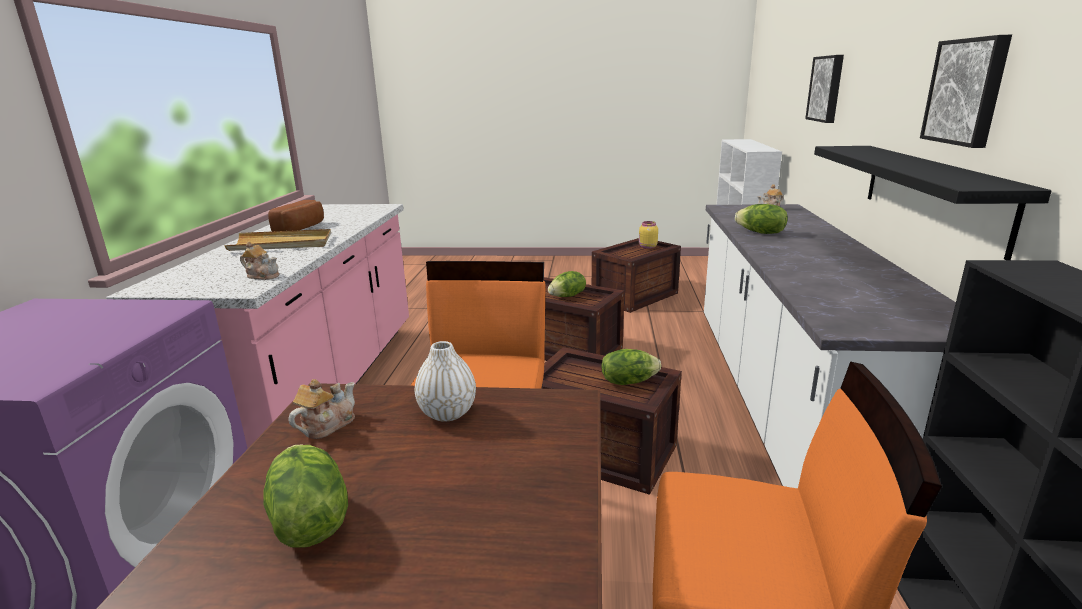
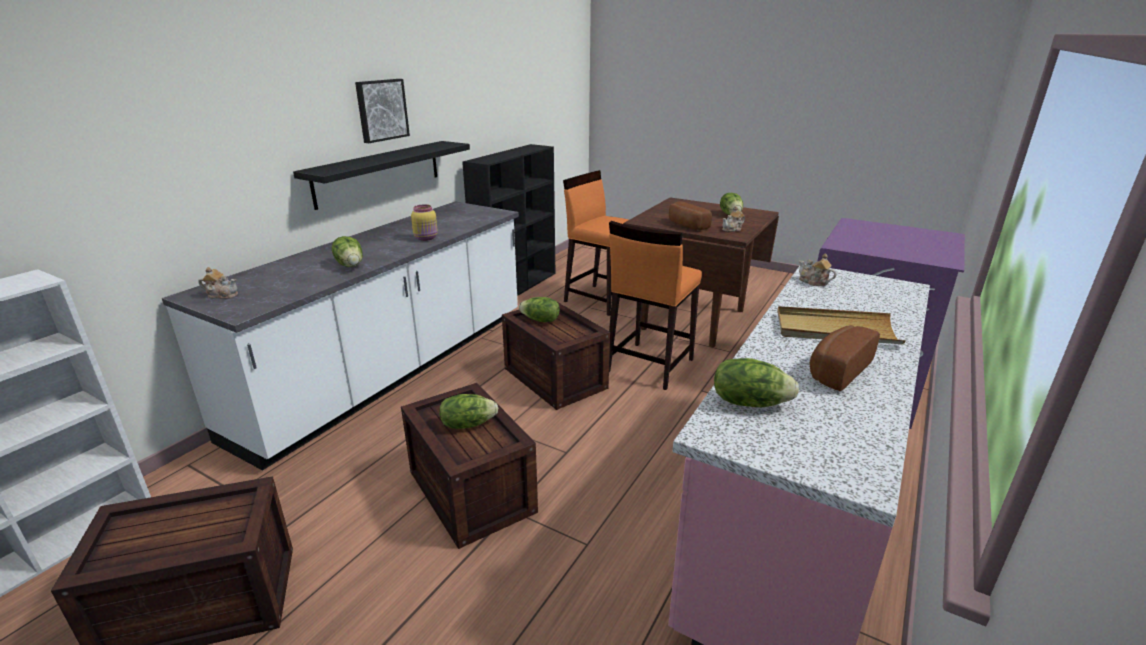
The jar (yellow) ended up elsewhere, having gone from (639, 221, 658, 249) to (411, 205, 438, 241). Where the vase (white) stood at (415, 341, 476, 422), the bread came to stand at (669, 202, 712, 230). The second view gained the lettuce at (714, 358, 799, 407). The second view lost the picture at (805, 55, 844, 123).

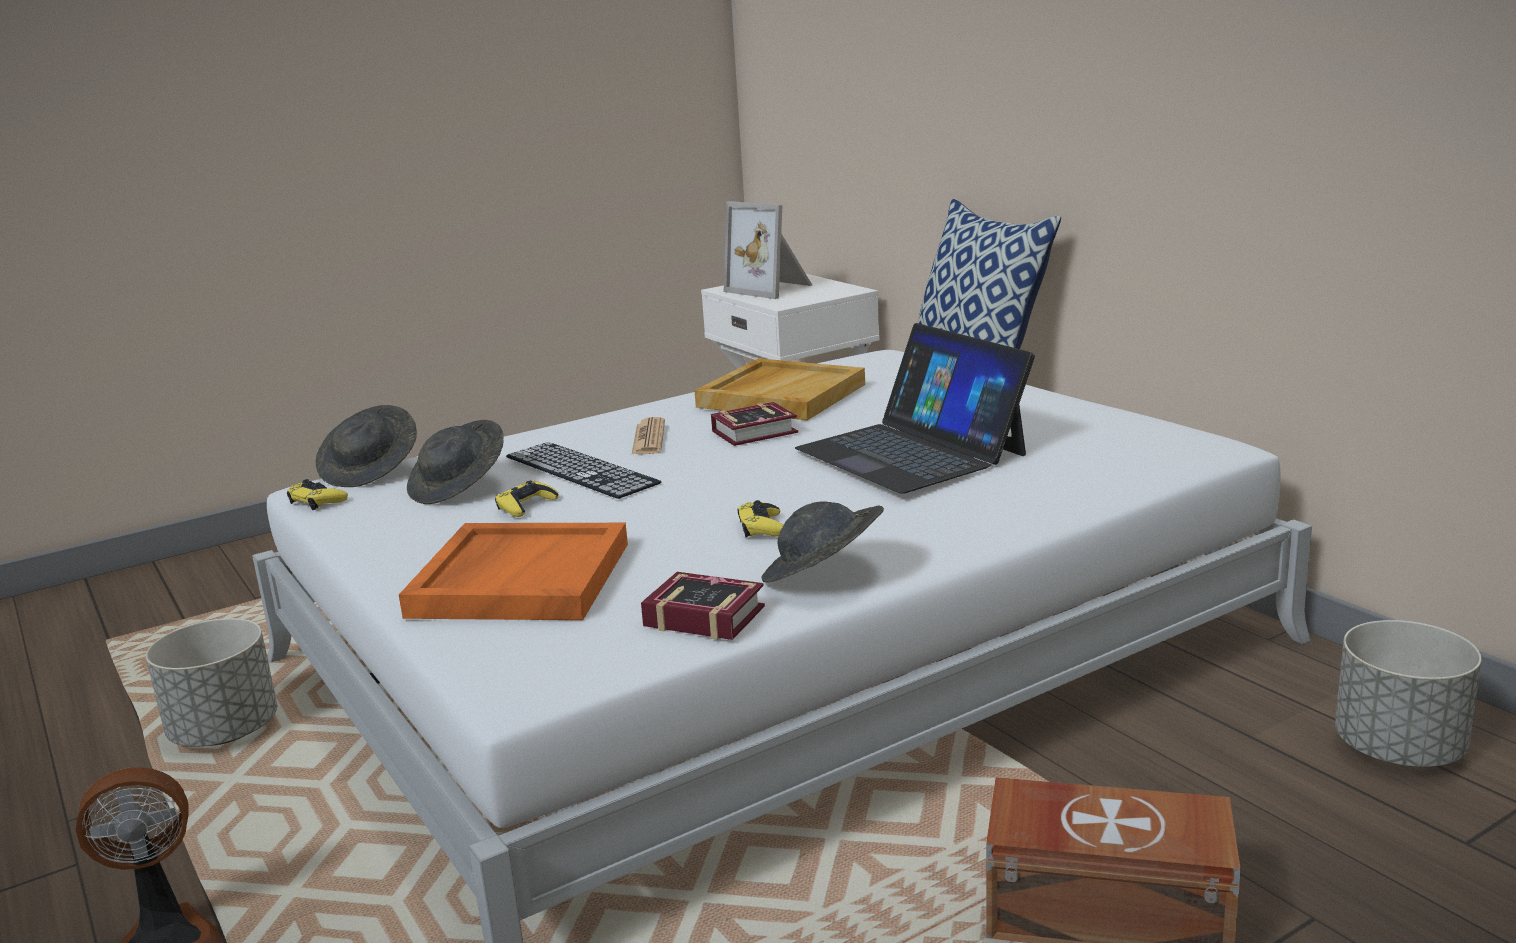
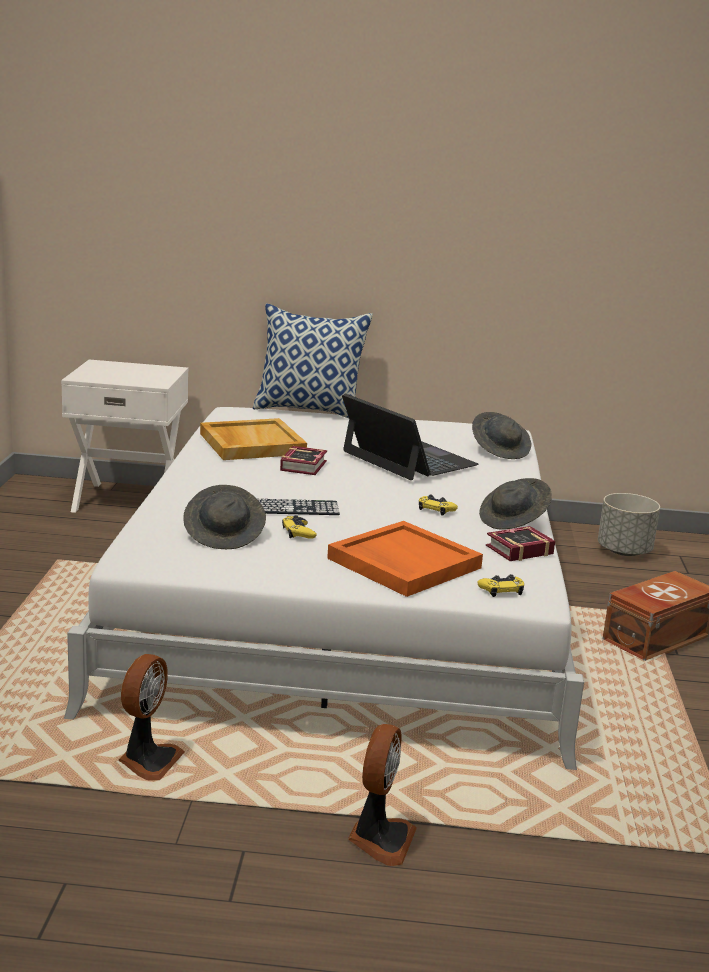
Where the planter (grey) stood at (146, 618, 277, 747), the fan came to stand at (118, 654, 185, 781). The laptop at (795, 323, 1035, 494) ended up facing another way, 135 degrees counterclockwise from before. The hat (grey) ended up elsewhere, having gone from (316, 405, 417, 487) to (472, 412, 531, 459). The game controller (yellow) ended up elsewhere, having gone from (287, 479, 348, 510) to (478, 574, 524, 597). The second view lost the newspaper at (632, 417, 665, 454). The second view lost the picture frame at (724, 201, 812, 299).

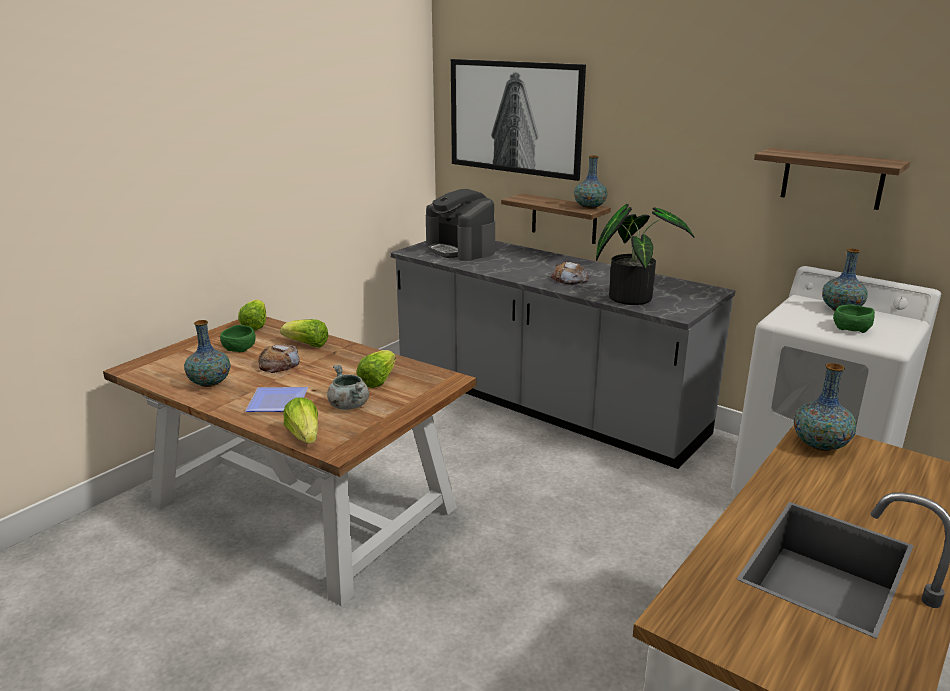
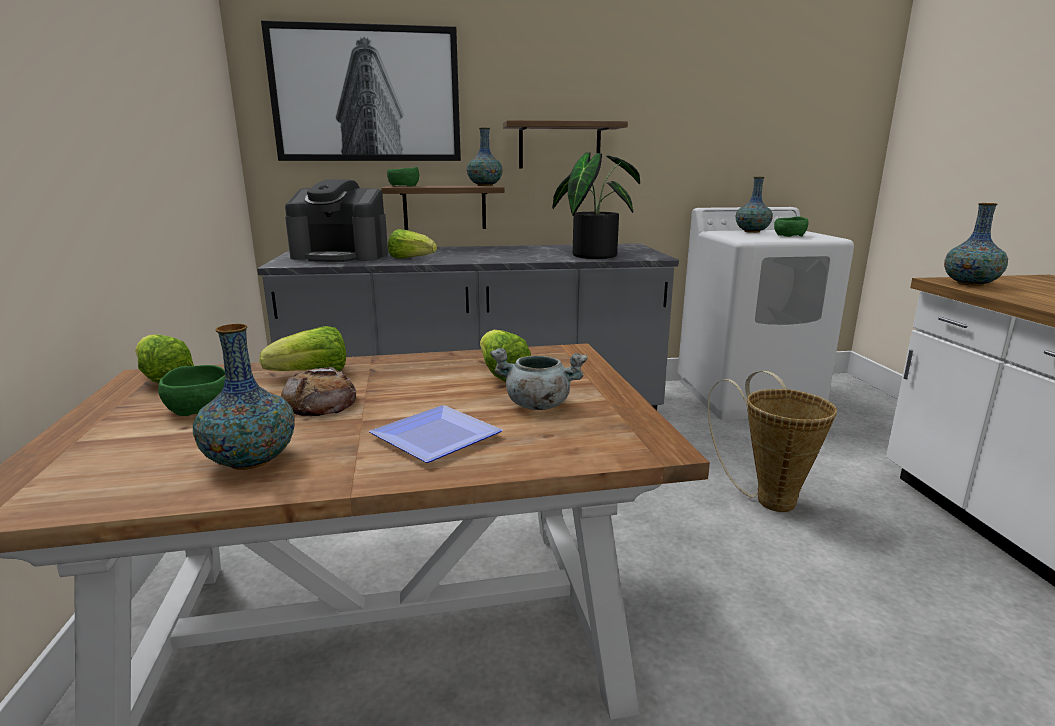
The second view gained the bowl (green) at (387, 167, 419, 187). The lettuce ended up elsewhere, having gone from (283, 398, 318, 444) to (388, 229, 437, 259). The shelf ended up elsewhere, having gone from (754, 148, 910, 210) to (503, 120, 628, 169). The second view gained the basket at (708, 371, 837, 512). The second view lost the bread at (551, 261, 589, 285).

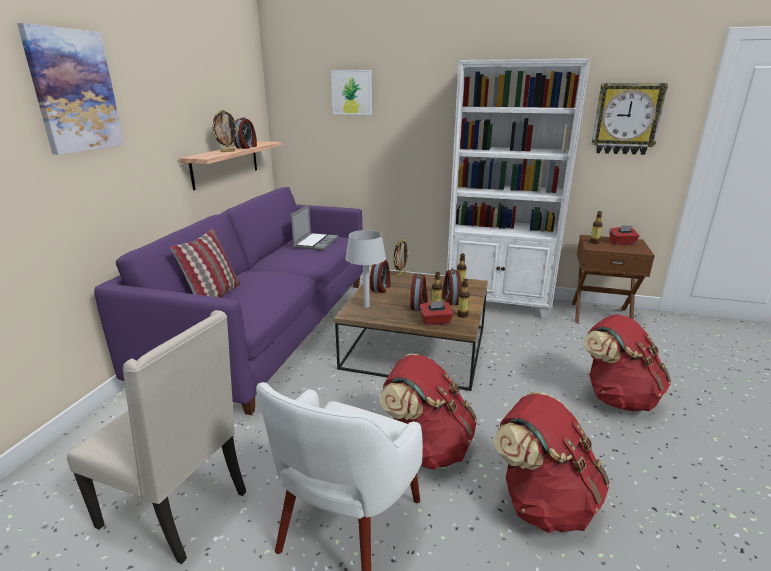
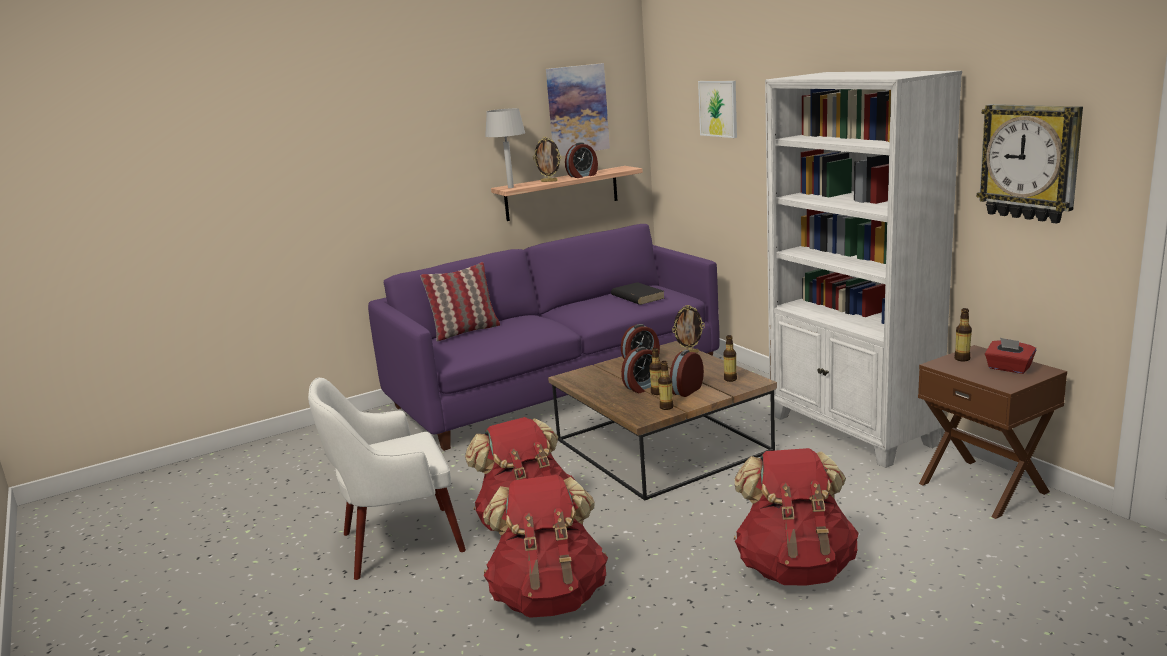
The table lamp (grey) ended up elsewhere, having gone from (345, 230, 386, 308) to (485, 108, 525, 188). The picture ended up elsewhere, having gone from (17, 23, 124, 155) to (546, 63, 610, 156). Where the laptop stood at (291, 204, 338, 250), the book (black) came to stand at (611, 282, 665, 305). The second view lost the chair (beige) at (67, 310, 246, 564). The second view lost the tissue box (red) at (419, 301, 453, 325).

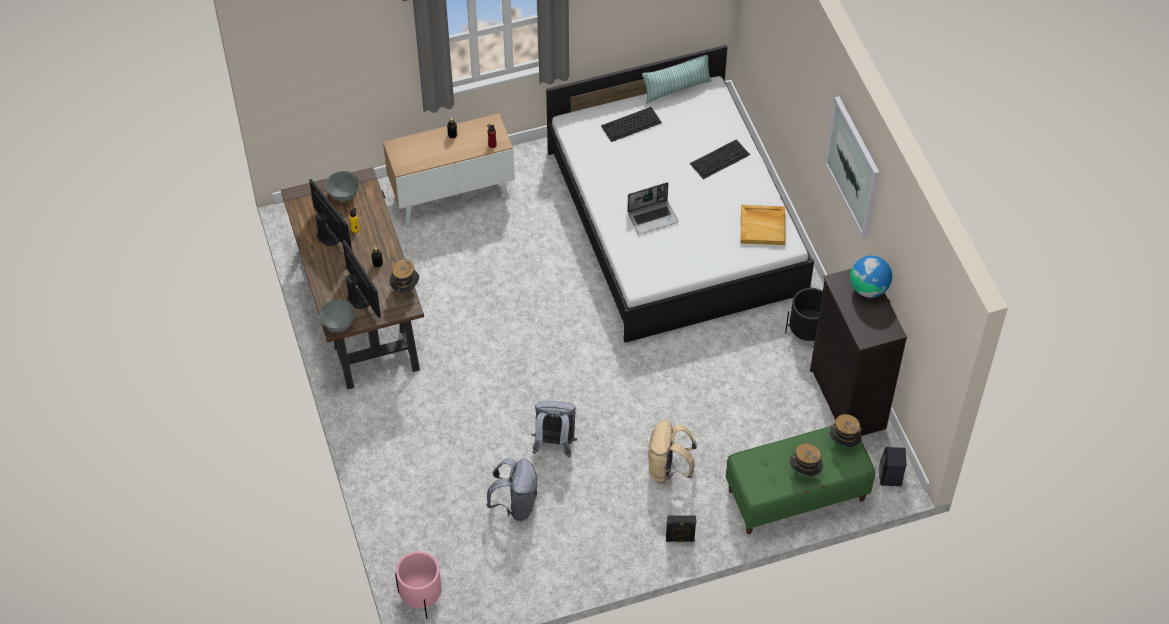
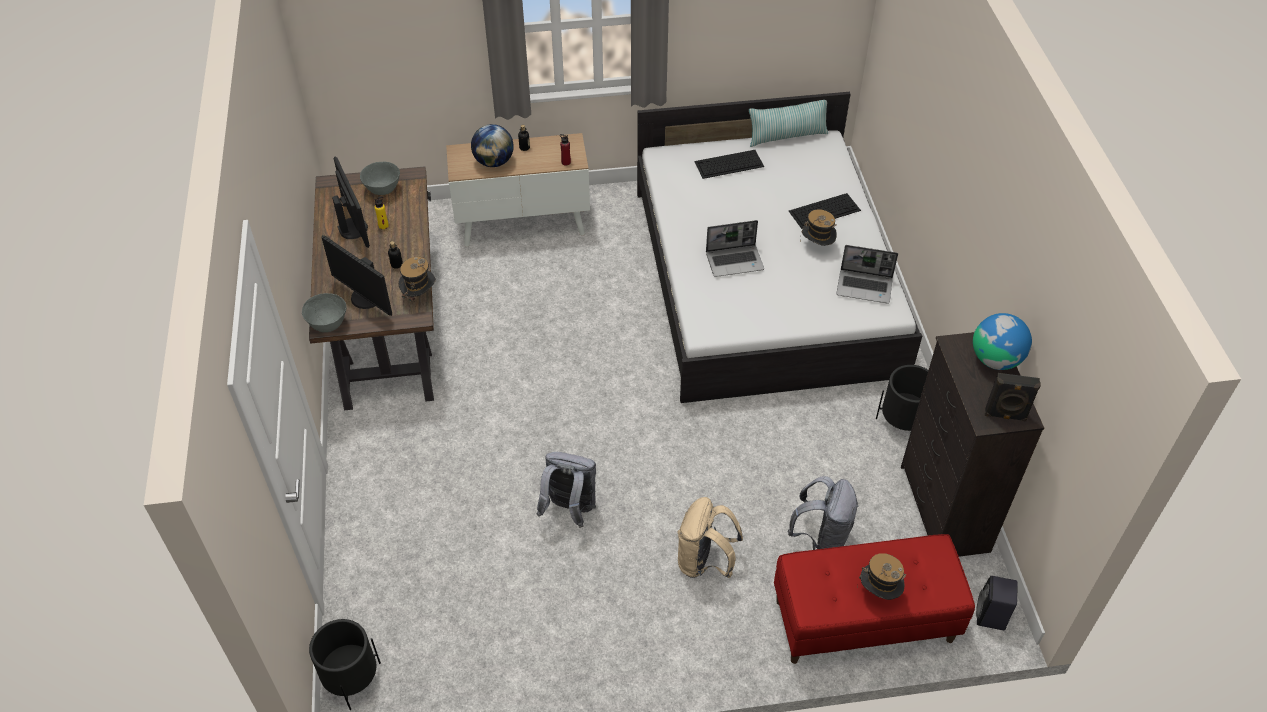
What was the planter (pink) at (395, 551, 442, 619) turned into the planter (black) at (309, 619, 381, 710). The monitor at (342, 240, 381, 318) ended up facing another way, 150 degrees clockwise from before. The second view gained the globe at (471, 124, 514, 167). What was the bench (green) at (726, 426, 875, 534) turned into the bench (red) at (774, 534, 975, 664). The backpack (grey) ended up elsewhere, having gone from (486, 458, 538, 521) to (788, 476, 859, 550). The hat ended up elsewhere, having gone from (829, 414, 862, 447) to (801, 209, 837, 246). Where the tray (beige) stood at (741, 205, 786, 245), the laptop came to stand at (836, 245, 898, 304). The speaker (black) ended up elsewhere, having gone from (666, 516, 696, 542) to (985, 373, 1041, 421). The second view lost the picture at (825, 96, 879, 238).

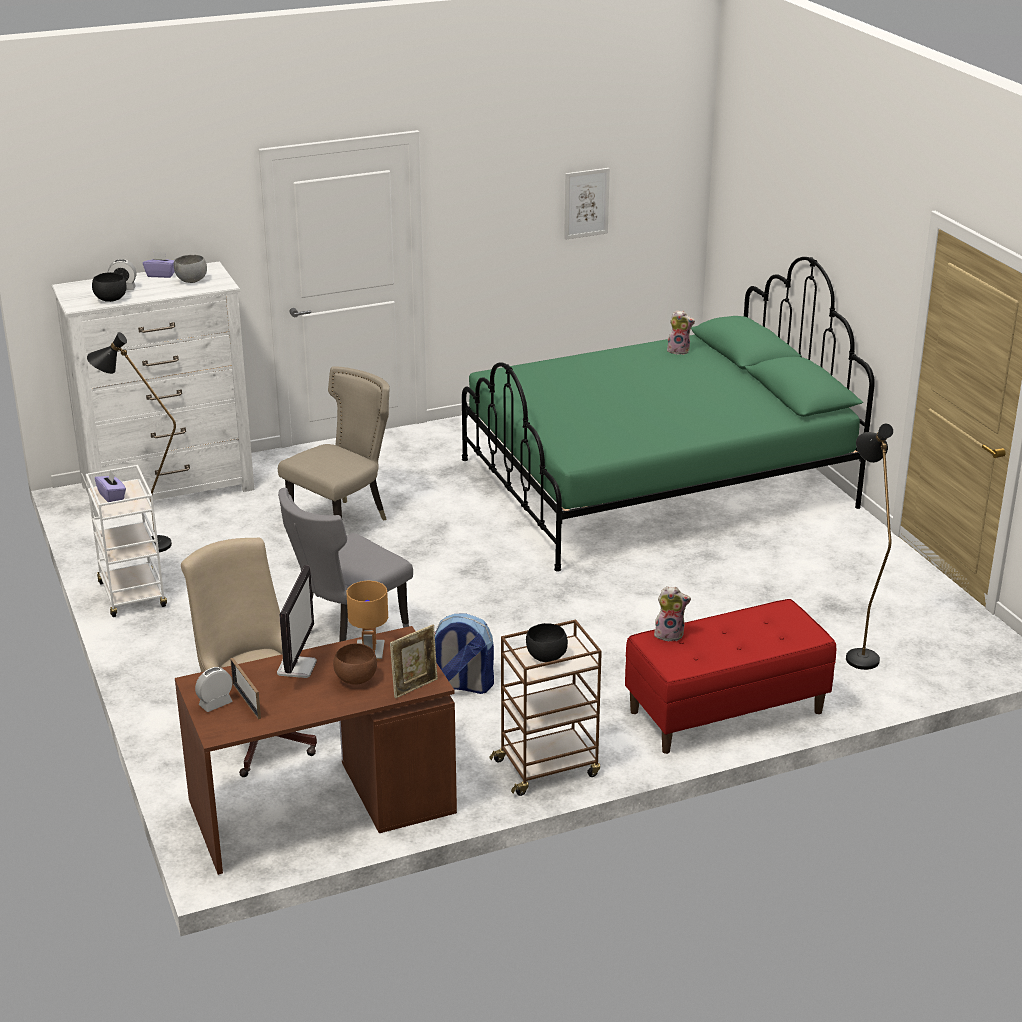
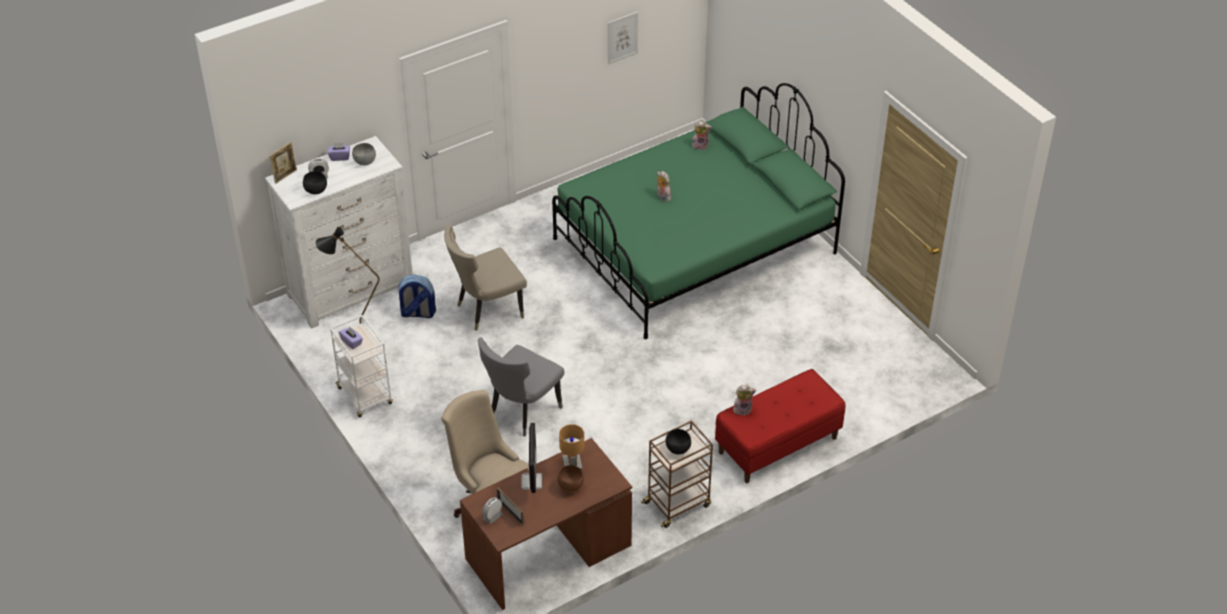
The picture frame ended up elsewhere, having gone from (390, 625, 438, 699) to (269, 142, 297, 184). The backpack ended up elsewhere, having gone from (435, 613, 494, 694) to (397, 275, 436, 318). The chair (beige) at (278, 366, 390, 521) ended up facing another way, 150 degrees counterclockwise from before. The second view gained the plush toy at (657, 171, 672, 201). The second view lost the floor lamp (black) at (846, 424, 893, 670).

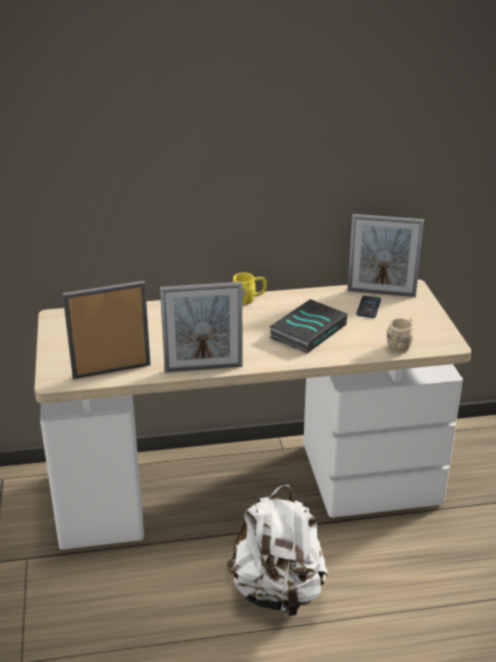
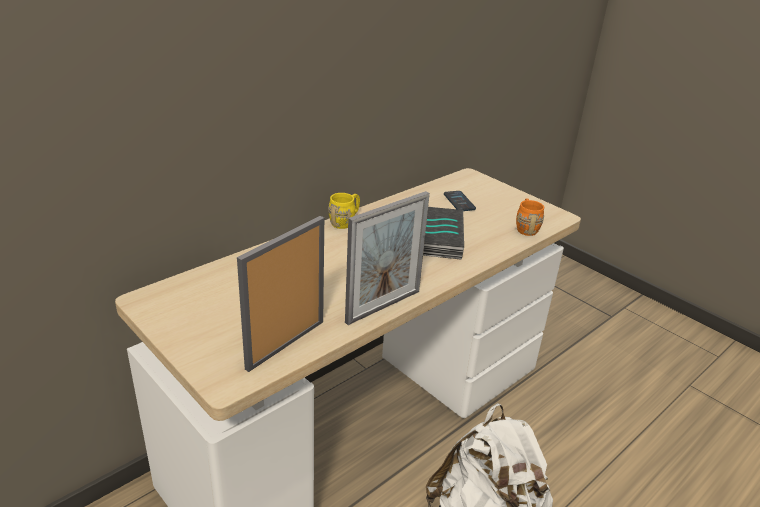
What was the mug (beige) at (387, 317, 413, 353) turned into the mug (orange) at (516, 198, 544, 236). The second view lost the picture frame at (347, 214, 424, 297).

